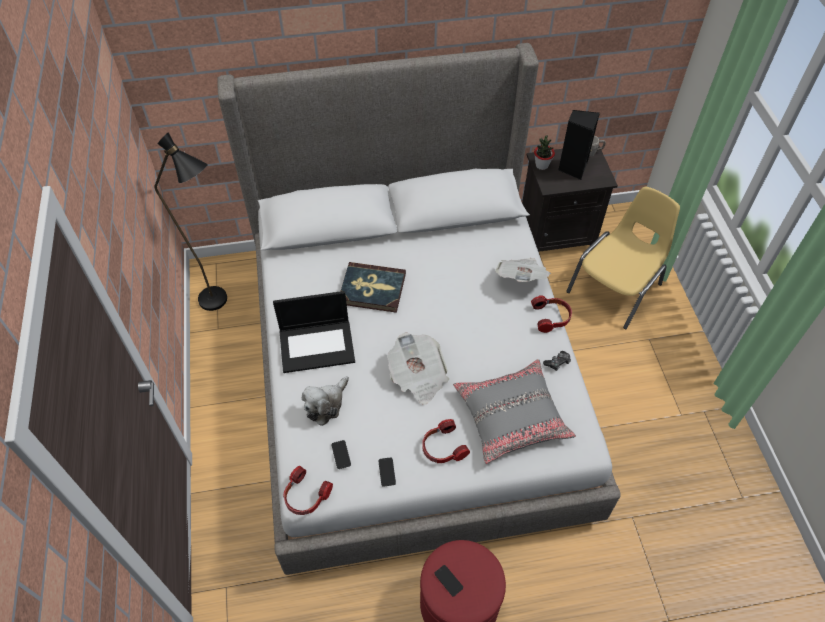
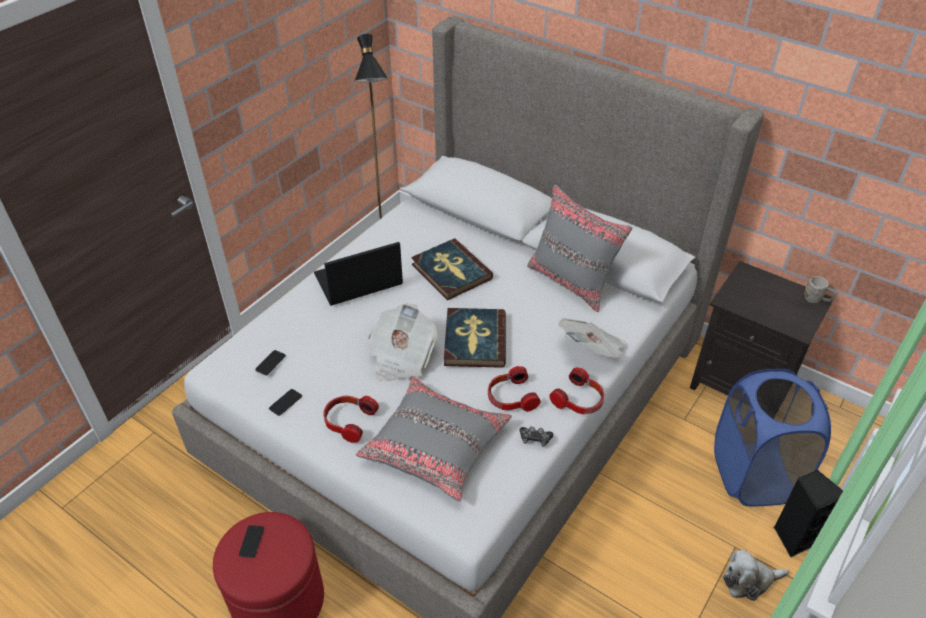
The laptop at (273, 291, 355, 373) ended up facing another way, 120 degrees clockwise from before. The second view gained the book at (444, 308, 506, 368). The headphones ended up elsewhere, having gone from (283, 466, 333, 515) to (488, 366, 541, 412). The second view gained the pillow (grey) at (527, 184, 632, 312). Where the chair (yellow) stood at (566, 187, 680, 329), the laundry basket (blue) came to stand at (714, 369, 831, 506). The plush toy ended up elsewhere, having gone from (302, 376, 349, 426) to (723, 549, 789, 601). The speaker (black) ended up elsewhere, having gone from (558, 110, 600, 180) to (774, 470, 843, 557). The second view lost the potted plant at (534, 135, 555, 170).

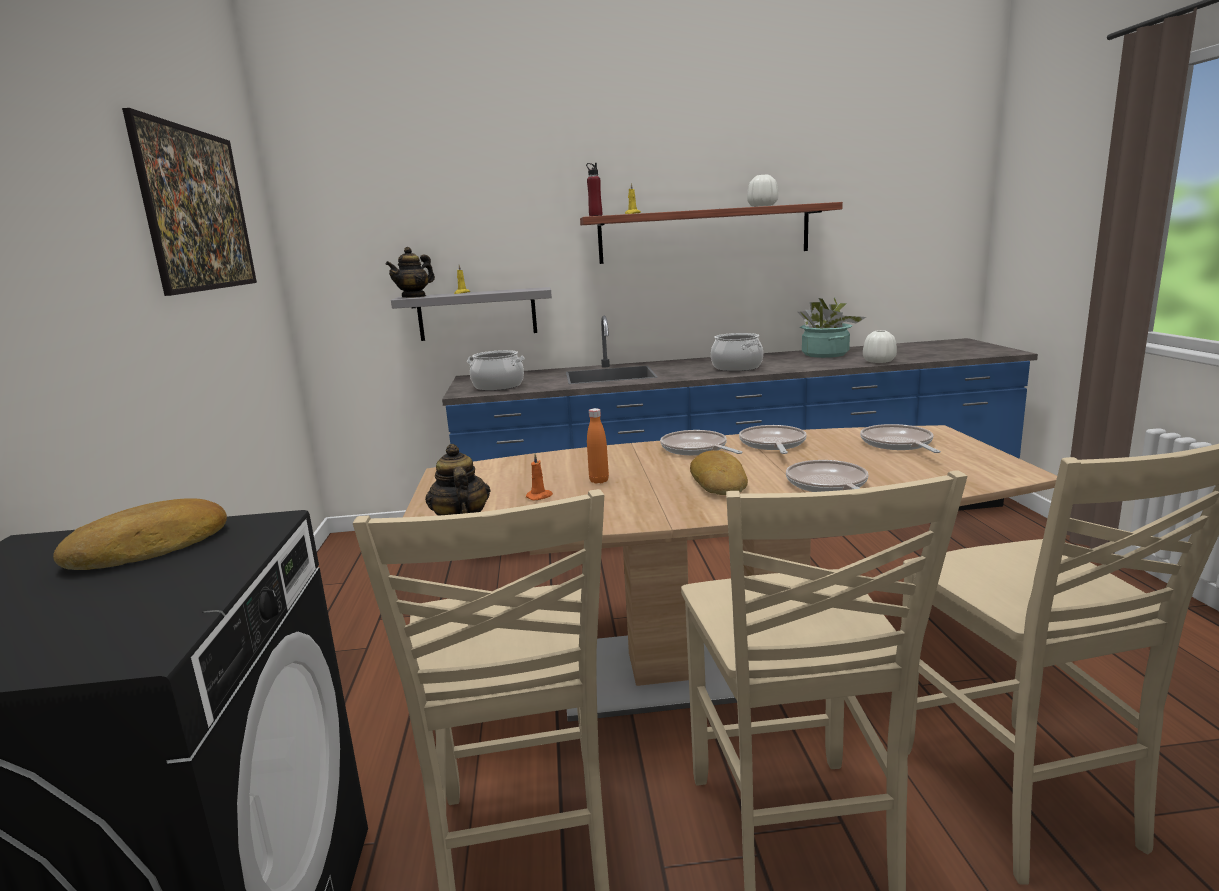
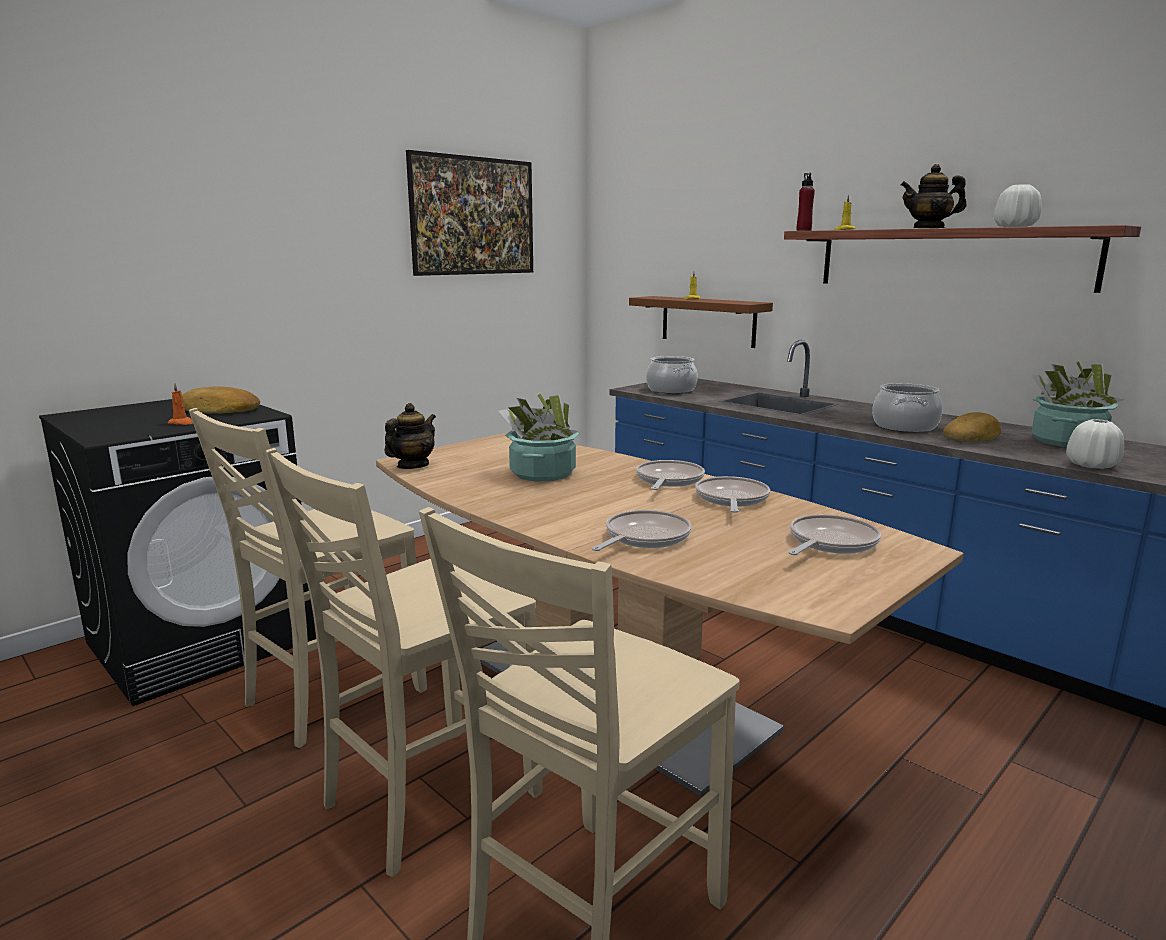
The candle (orange) ended up elsewhere, having gone from (526, 453, 553, 500) to (168, 383, 193, 425). Where the bottle (orange) stood at (587, 408, 609, 484), the potted plant came to stand at (499, 392, 579, 482). What was the shelf (grey) at (391, 287, 552, 341) turned into the shelf (brown) at (629, 296, 773, 348). The frying pan at (739, 425, 807, 454) ended up facing another way, 45 degrees counterclockwise from before. The teapot ended up elsewhere, having gone from (386, 247, 435, 298) to (901, 164, 967, 228). The bread ended up elsewhere, having gone from (690, 450, 748, 495) to (943, 412, 1001, 443).

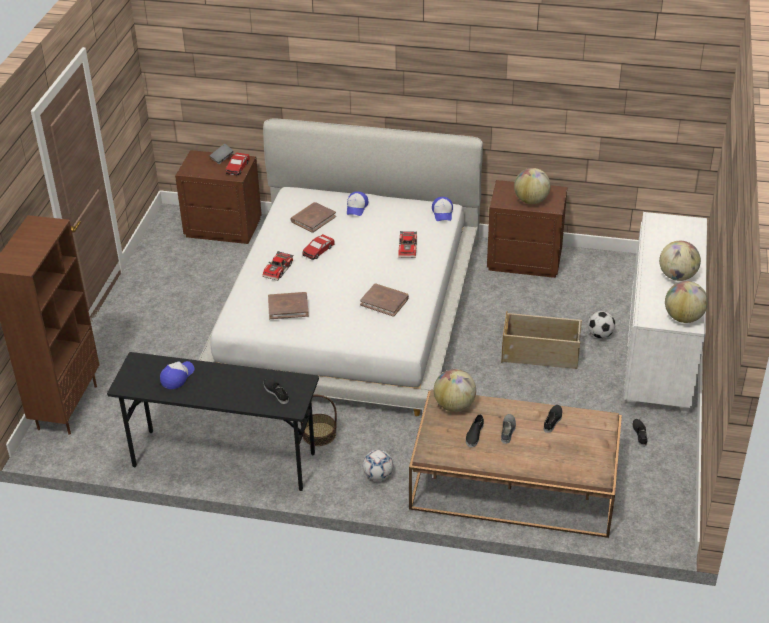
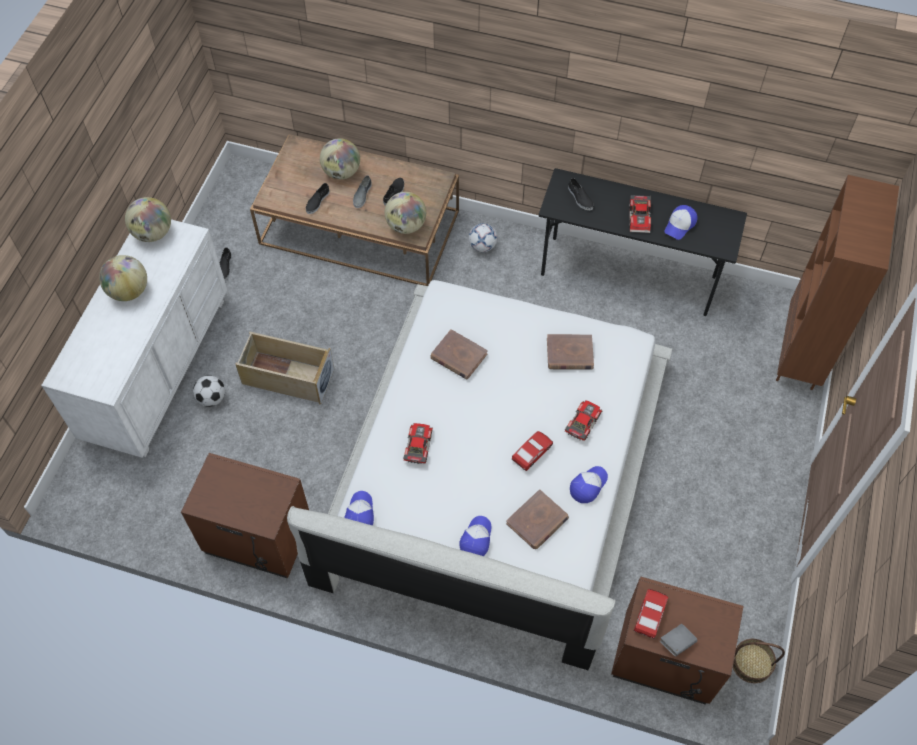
The globe ended up elsewhere, having gone from (514, 168, 551, 204) to (320, 138, 360, 180). The second view gained the cap at (570, 466, 608, 503). The second view gained the toy car at (629, 195, 651, 233). The basket ended up elsewhere, having gone from (301, 395, 337, 446) to (733, 639, 785, 683).

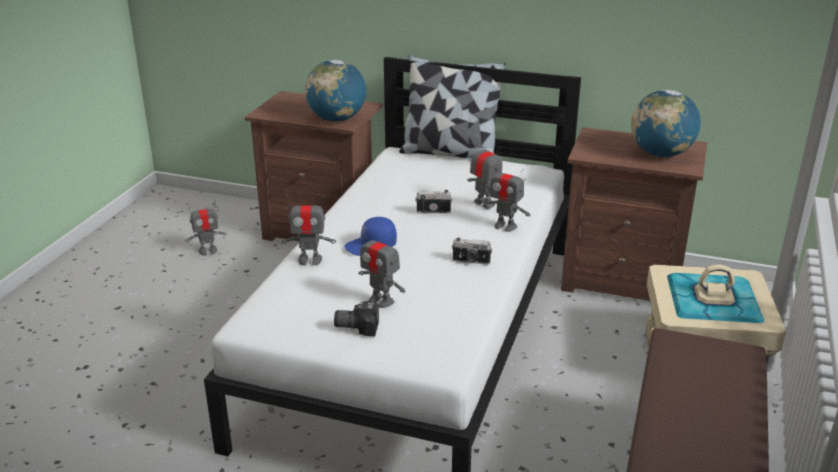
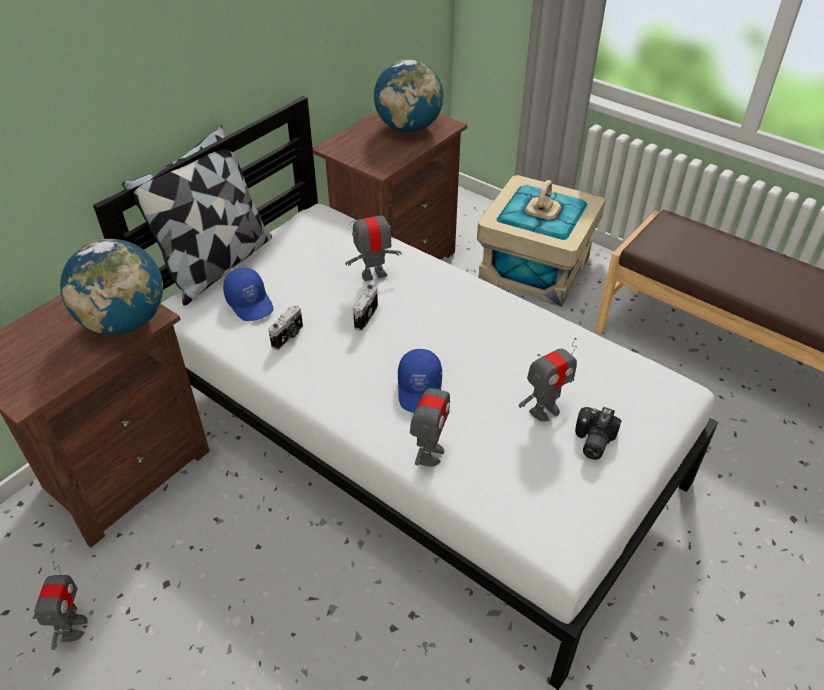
The second view gained the cap (blue) at (223, 268, 273, 321). The photo camera ended up elsewhere, having gone from (452, 238, 492, 265) to (269, 305, 303, 350). The second view lost the toy robot at (484, 160, 531, 232).

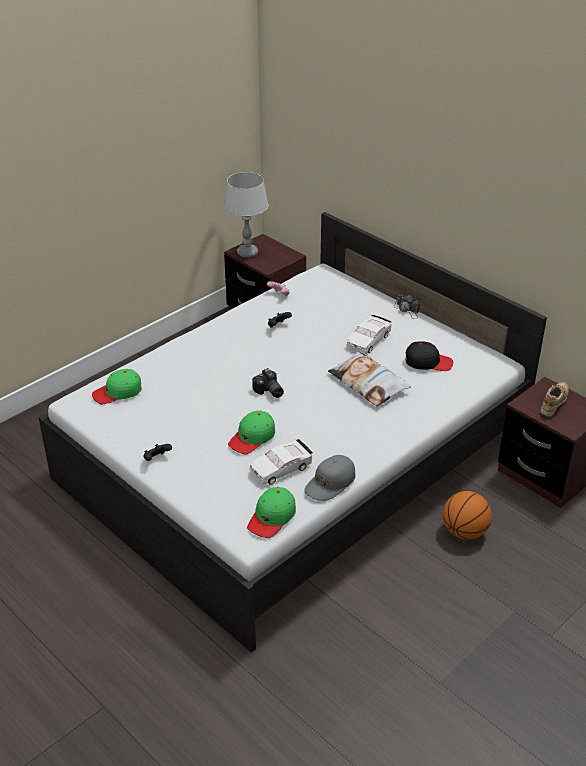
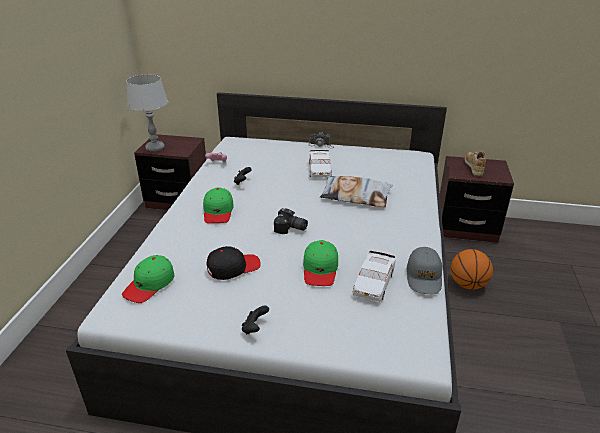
The cap (green) ended up elsewhere, having gone from (247, 487, 296, 538) to (203, 187, 234, 223). The cap (black) ended up elsewhere, having gone from (405, 341, 453, 371) to (207, 246, 261, 280).

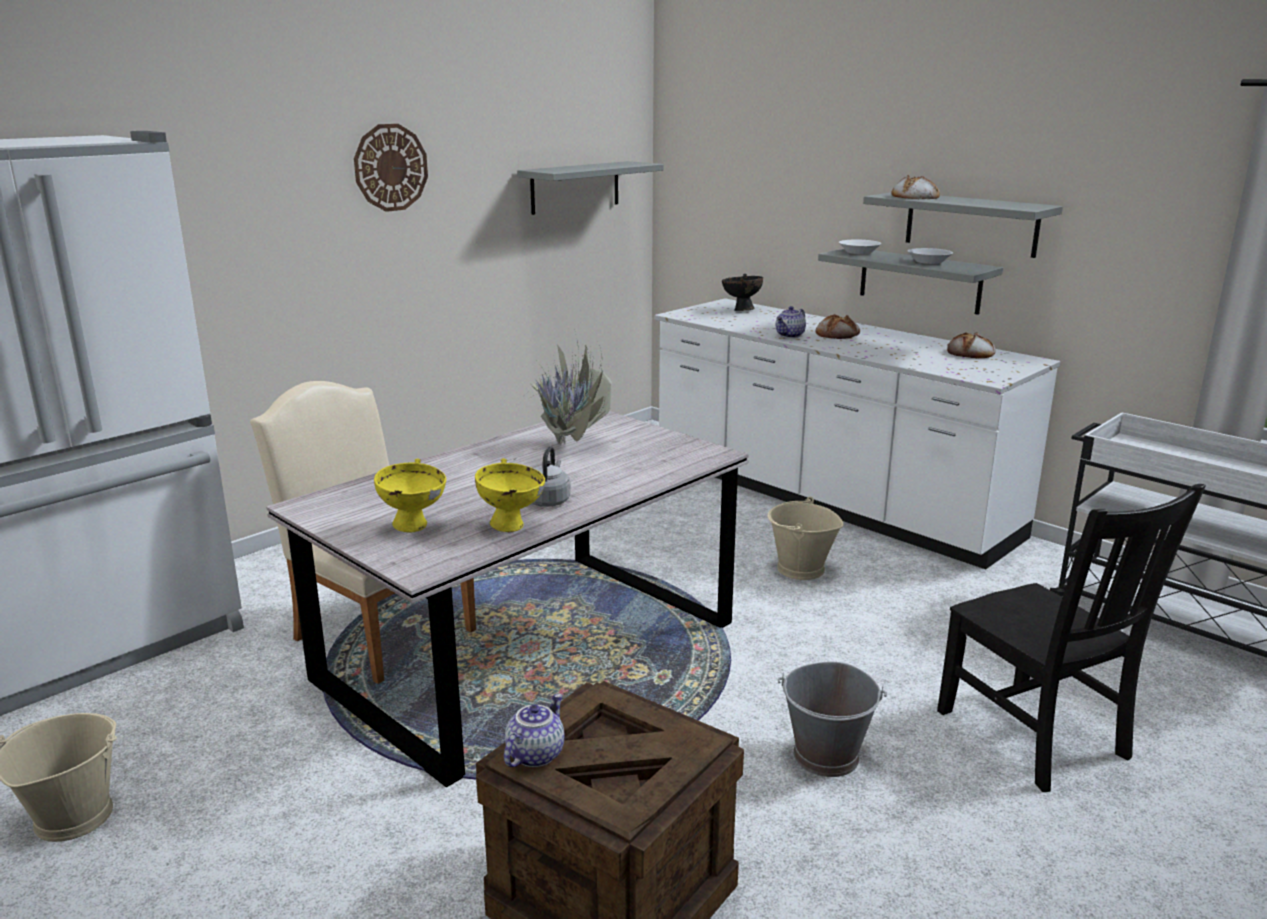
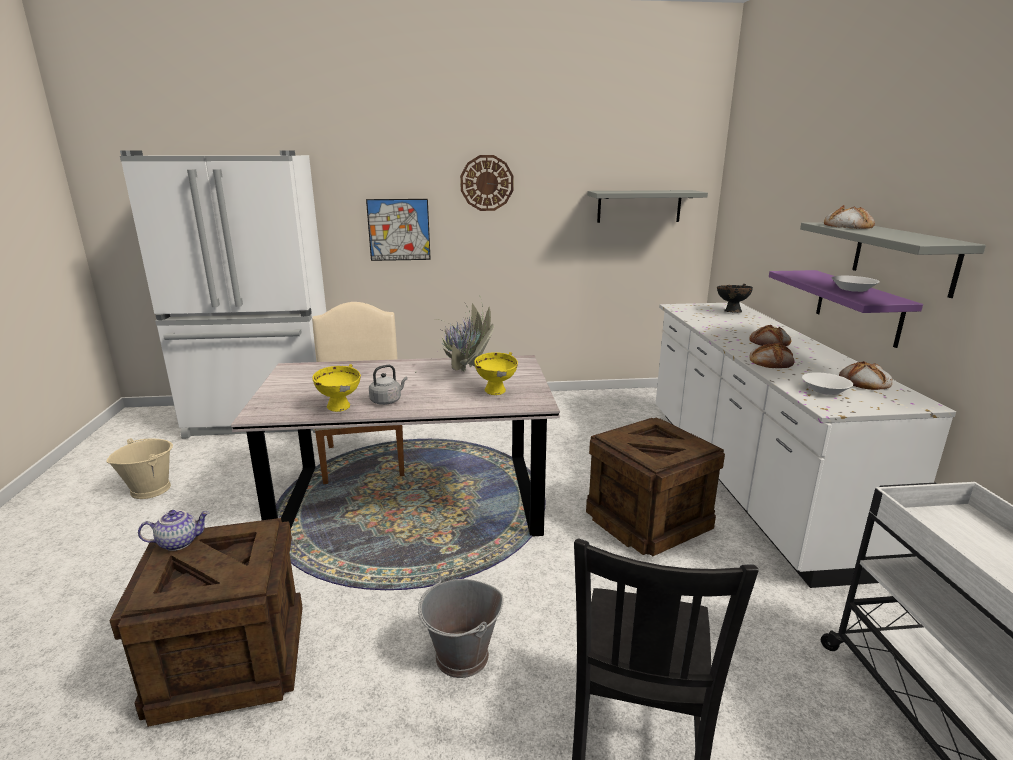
The second view gained the picture at (366, 199, 431, 261). The bowl (yellow) ended up elsewhere, having gone from (374, 458, 446, 532) to (475, 352, 518, 395). Where the bucket (beige) stood at (767, 497, 843, 580), the crate came to stand at (586, 418, 725, 557). The second view gained the bread at (749, 343, 795, 368). What was the shelf (grey) at (818, 249, 1003, 315) turned into the shelf (purple) at (769, 270, 923, 348). The bowl (white) ended up elsewhere, having gone from (839, 240, 881, 254) to (802, 372, 853, 395). The second view lost the teapot at (776, 306, 806, 338).

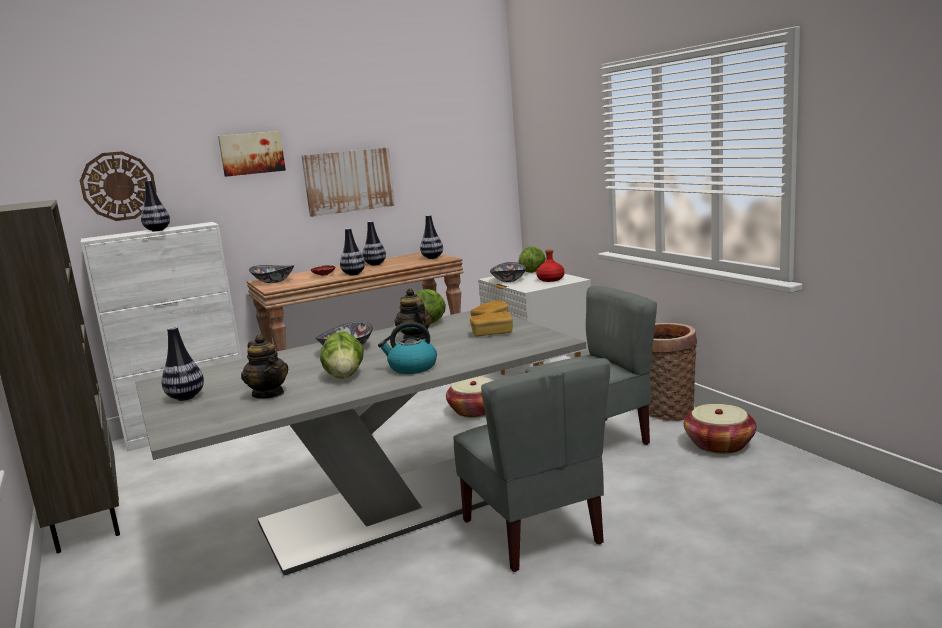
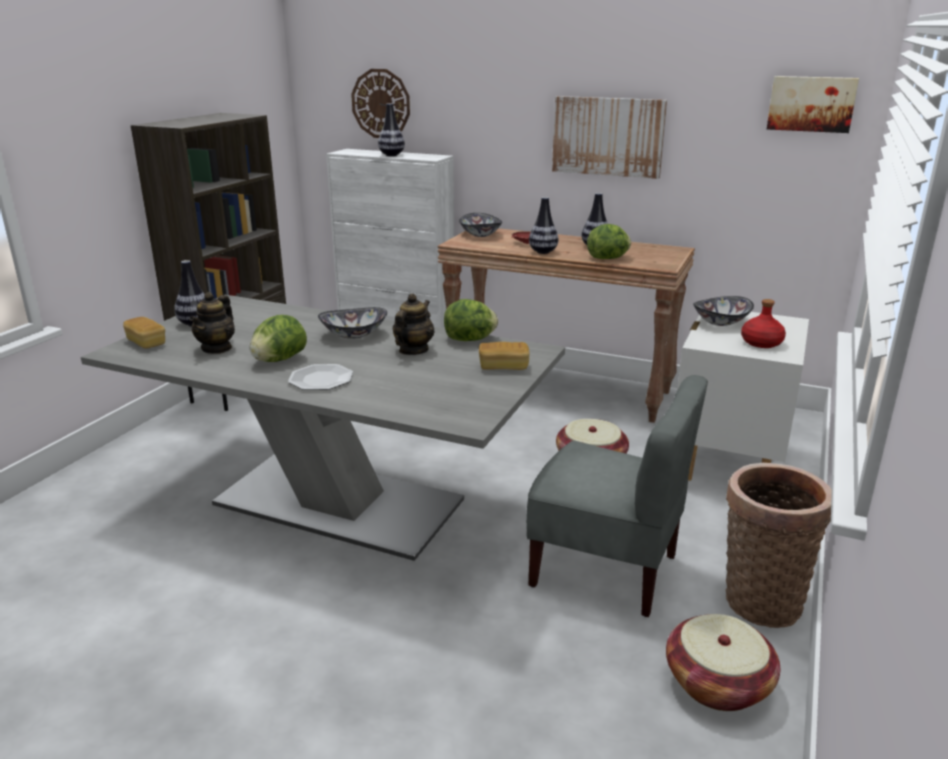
The bread ended up elsewhere, having gone from (470, 311, 513, 337) to (123, 317, 165, 348). Where the kettle stood at (378, 322, 437, 374), the plate came to stand at (288, 364, 353, 390). The lettuce ended up elsewhere, having gone from (519, 246, 546, 273) to (587, 224, 631, 259). The picture ended up elsewhere, having gone from (218, 131, 286, 177) to (767, 76, 859, 133). The second view lost the vase at (420, 215, 443, 259). The second view lost the chair (grey) at (453, 358, 610, 572).

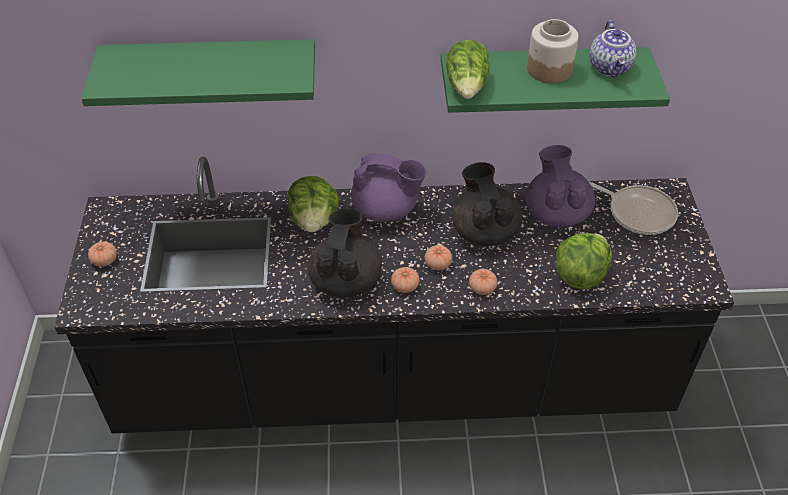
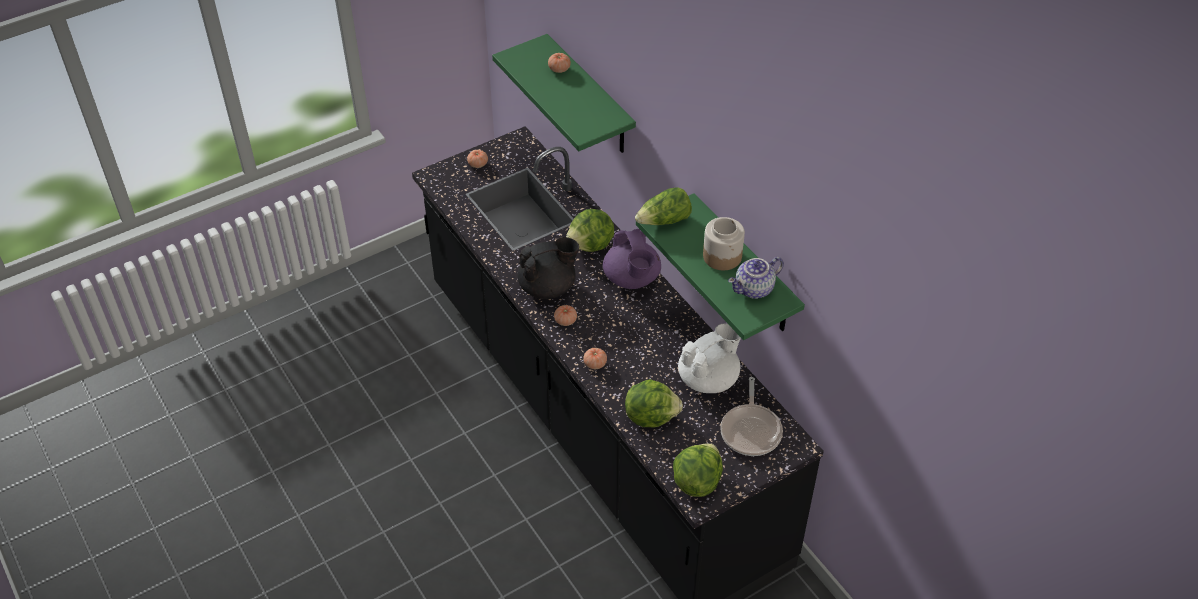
The tomato ended up elsewhere, having gone from (425, 245, 452, 270) to (548, 53, 571, 73). The second view gained the lettuce at (673, 443, 723, 497). What was the teapot (purple) at (525, 145, 595, 227) turned into the teapot (white) at (678, 323, 741, 393). The second view lost the teapot (black) at (452, 162, 523, 246).

